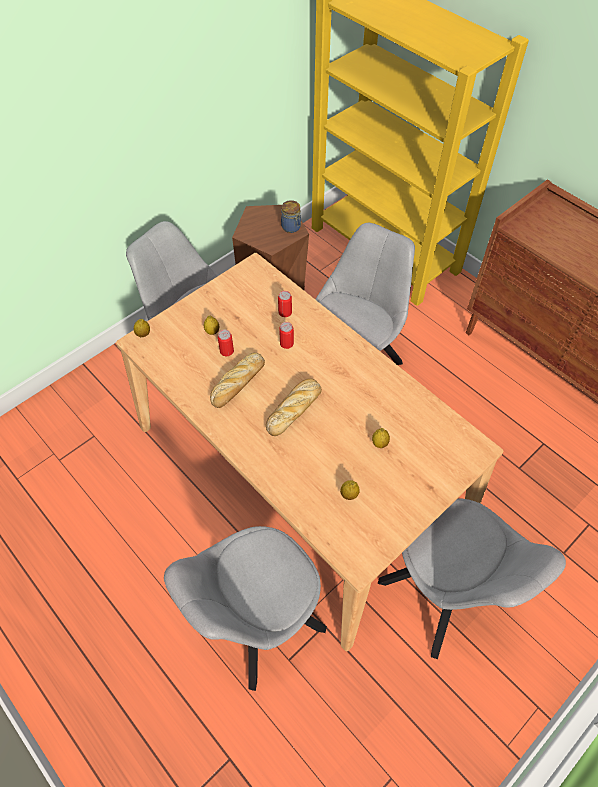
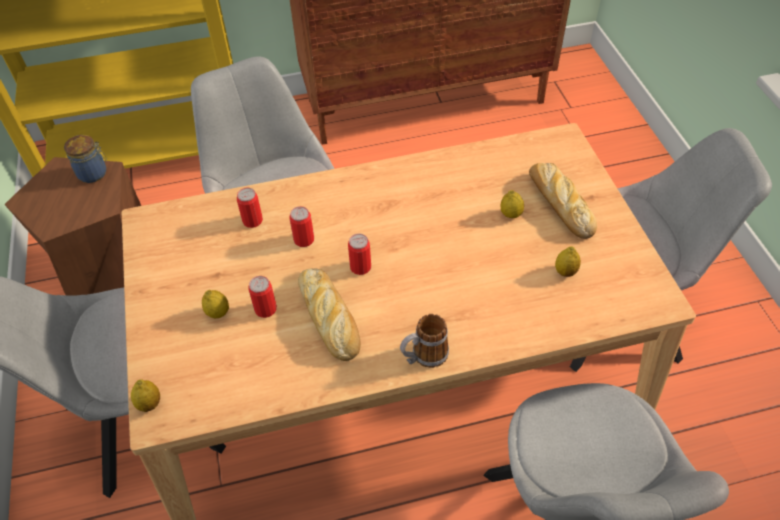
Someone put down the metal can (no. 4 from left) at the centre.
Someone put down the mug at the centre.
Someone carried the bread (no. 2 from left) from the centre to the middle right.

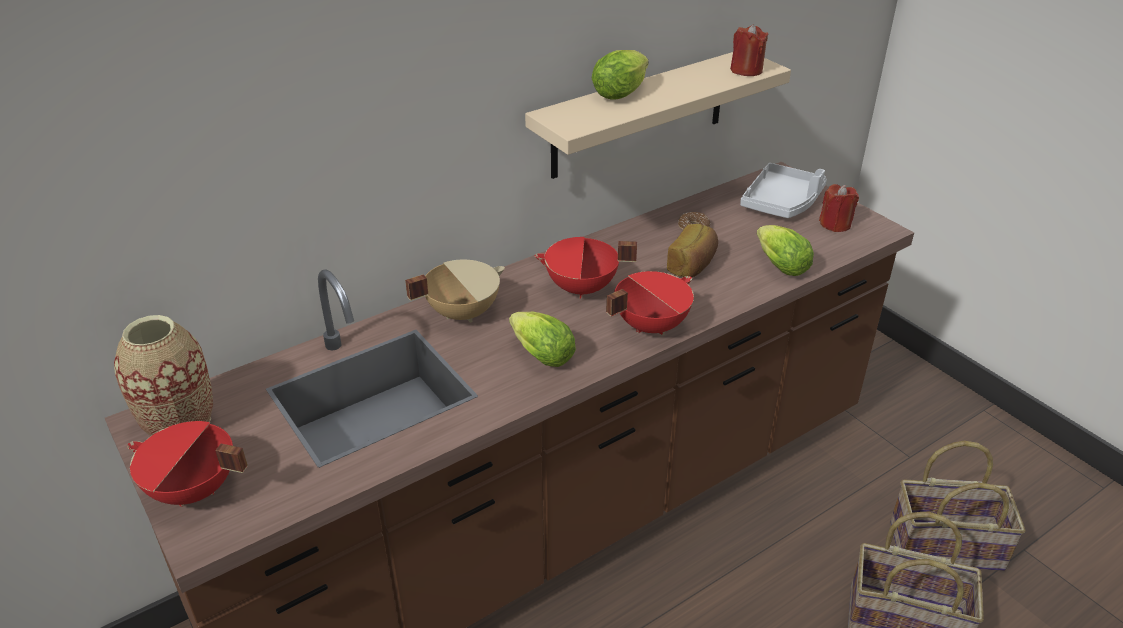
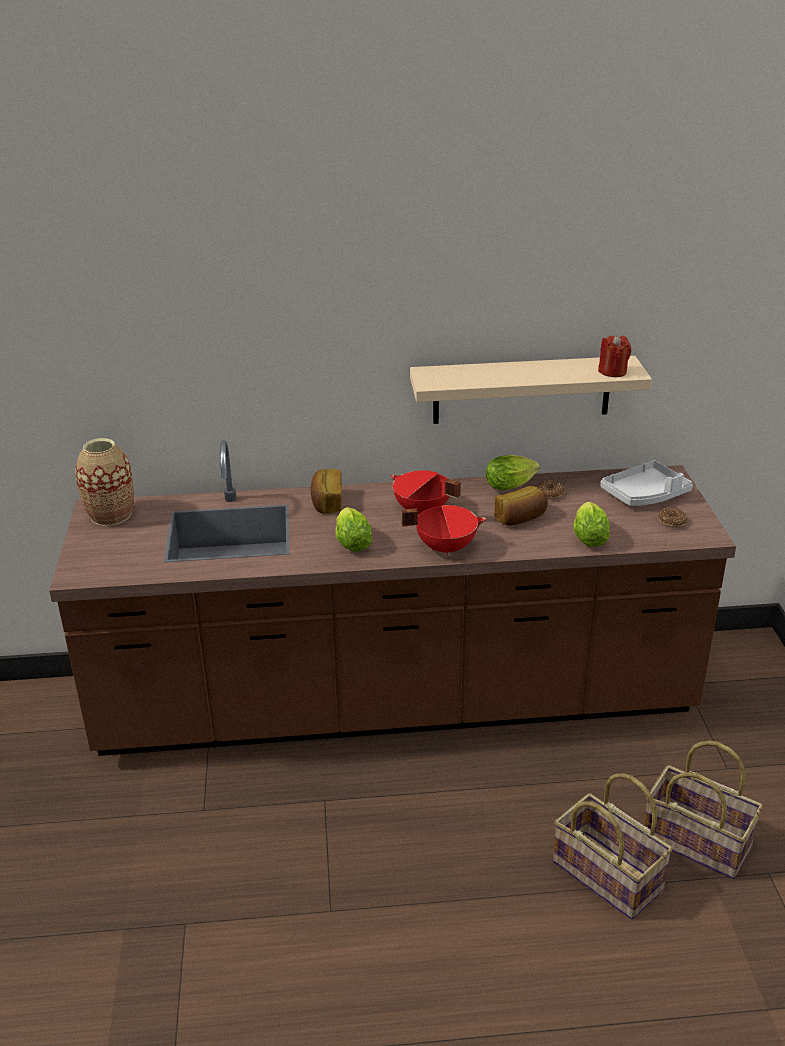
Someone took away the red stockpot (no. 1 from left) at the bottom left.
Someone carried the lettuce (no. 2 from left) from the top centre to the centre.
Someone swapped the beige-coloured stockpot at the centre for the bread (no. 1 from left) at the centre.
Someone swapped the red candle (no. 2 from left) at the top right for the doughnut (no. 2 from left) at the middle right.

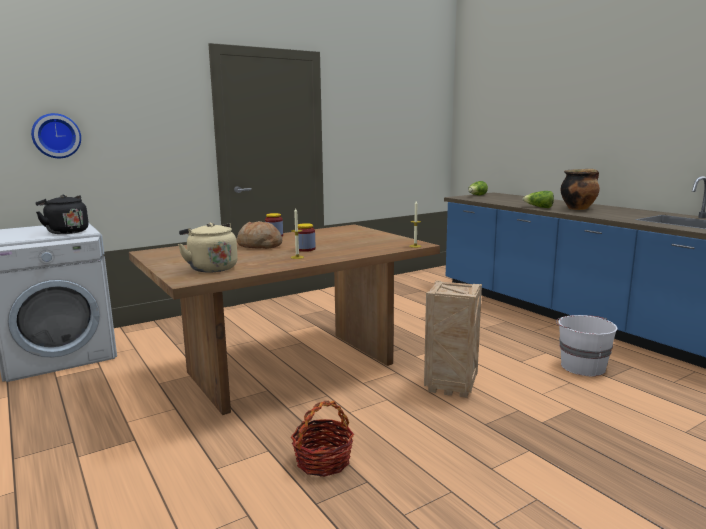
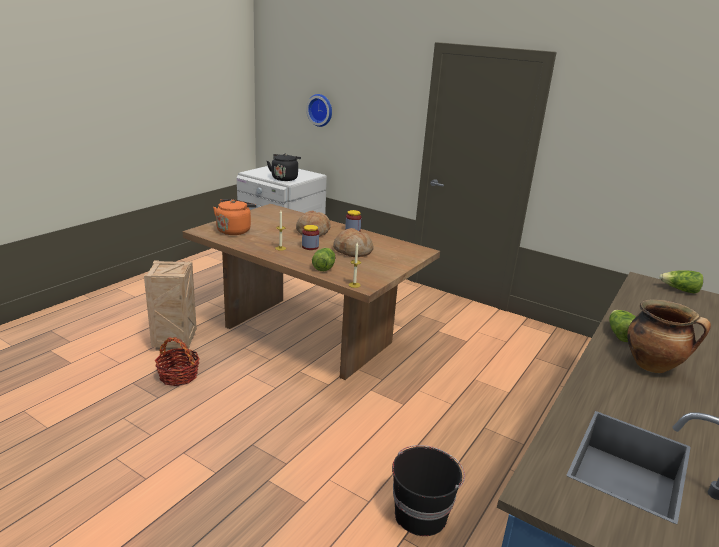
Someone put down the lettuce (no. 1 from left) at the centre.
Someone put down the bread (no. 2 from left) at the centre.
Someone carried the crate from the centre to the middle left.
Someone repainted the beige-coloured tea kettle at the middle left, which became the orange tea kettle at the middle left.
Someone repainted the whitish bucket at the middle right, which became the black bucket at the bottom centre.

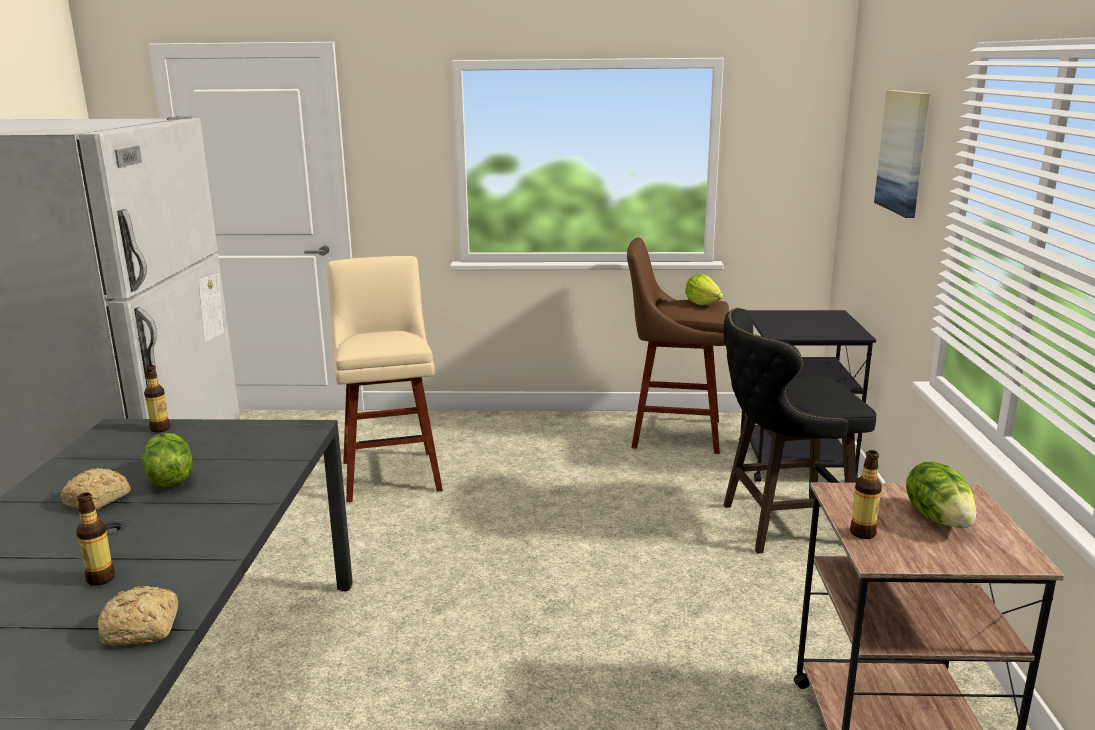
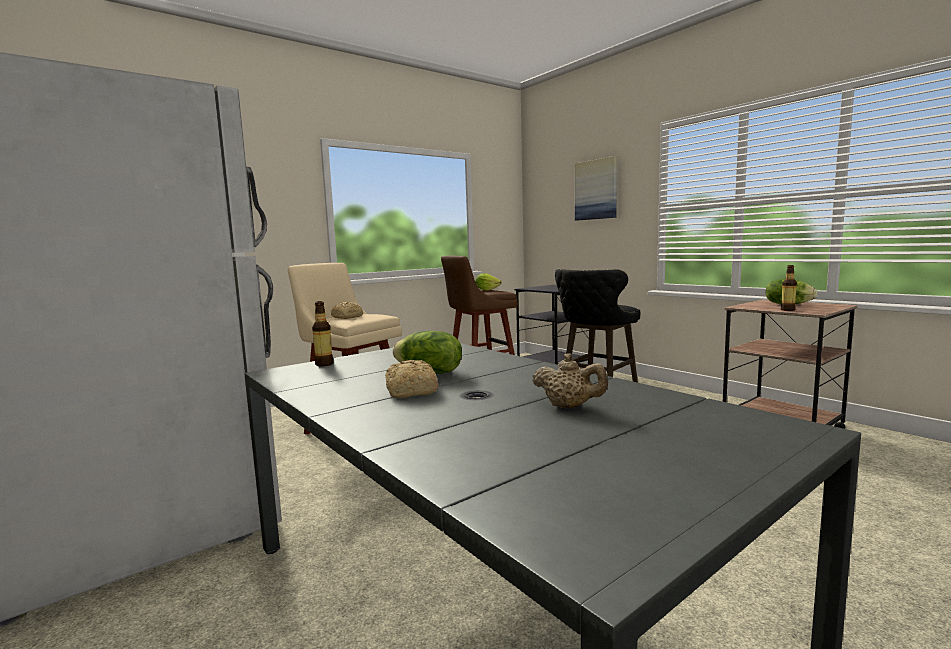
Someone carried the bread (no. 2 from left in the first image) from the bottom left to the centre.
Someone swapped the bottle (no. 1 from left) at the bottom left for the beige-coloured tea pot at the centre.

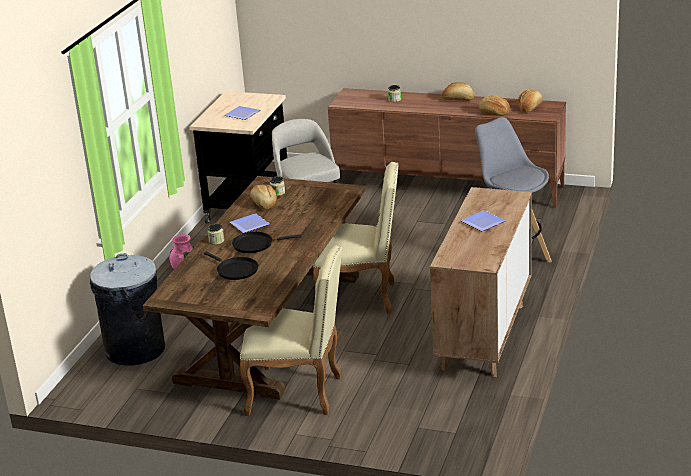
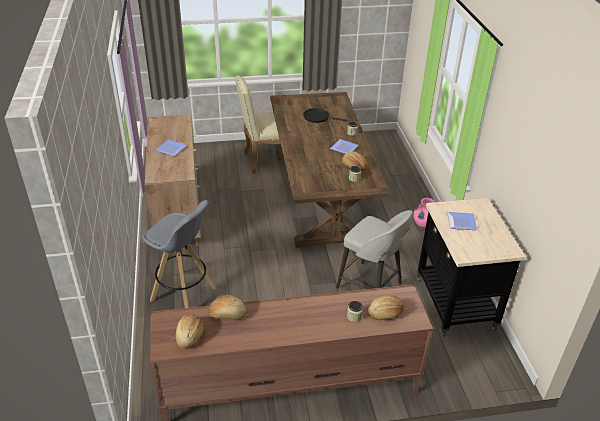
Someone took away the grey trash can at the middle left.
Someone took away the black frying pan (no. 2 from left) at the centre.
Someone took away the beige-coloured plain chair (no. 2 from left) at the centre.
Someone carried the bread (no. 2 from left in the first image) from the top centre to the bottom centre.

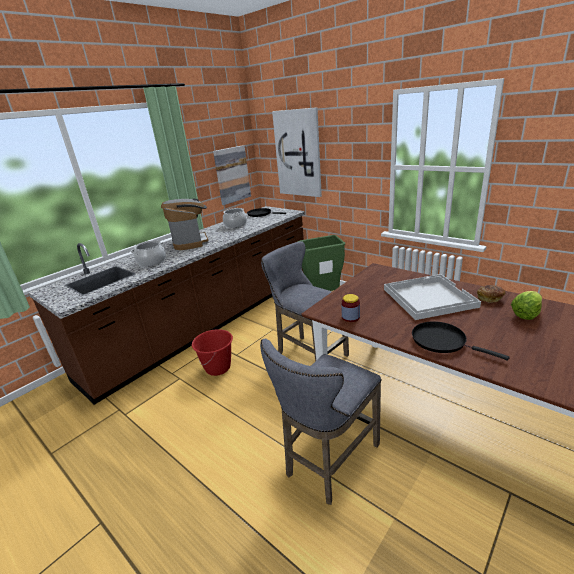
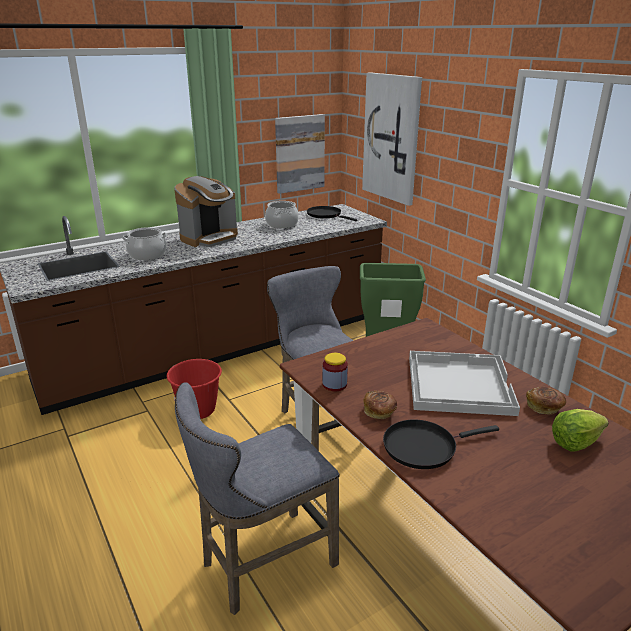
Someone put down the bread (no. 1 from left) at the centre.
Someone rotated the coffee maker at the middle left by 45 degrees clockwise.
Someone rotated the black frying pan (no. 2 from left) at the middle right by 75 degrees counterclockwise.

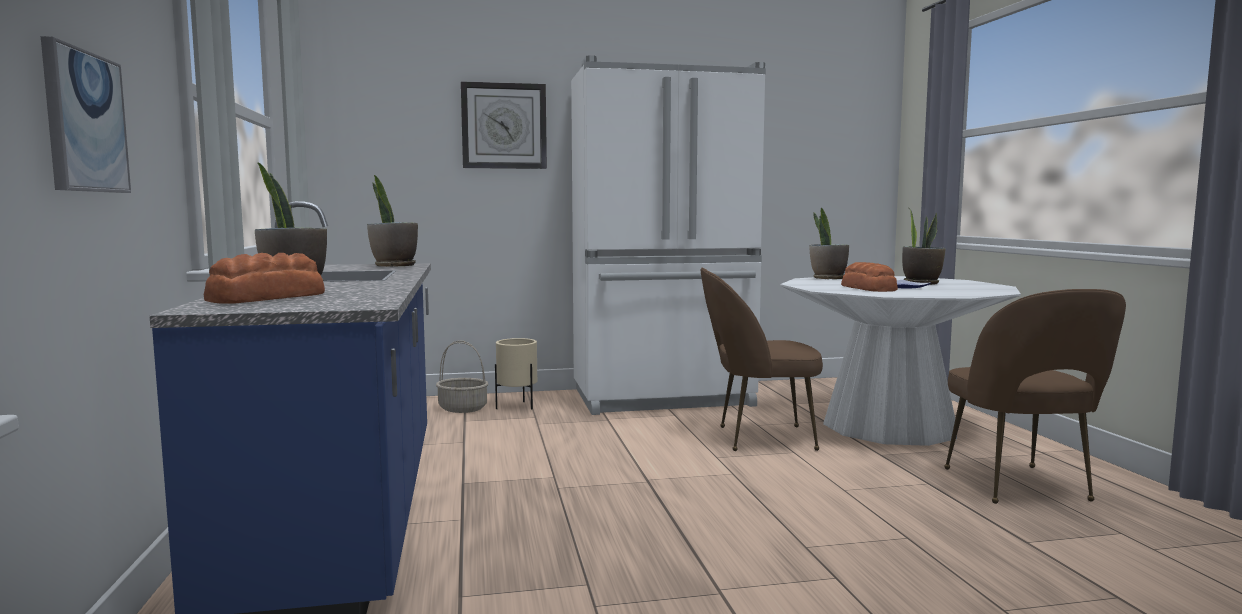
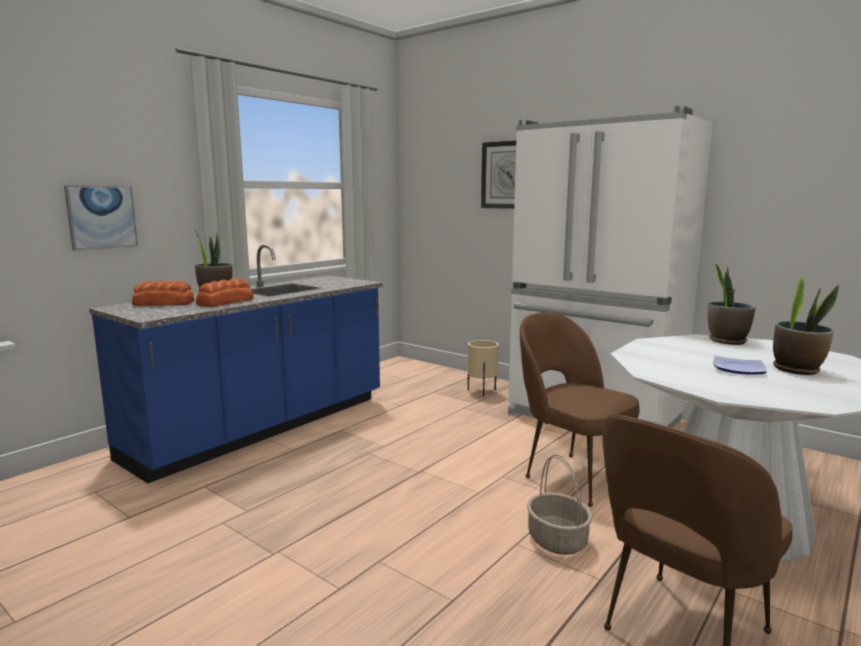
Someone took away the plant in a pot (no. 2 from left) at the middle left.
Someone carried the household basket from the centre to the bottom centre.
Someone carried the bread (no. 2 from left) from the middle right to the middle left.

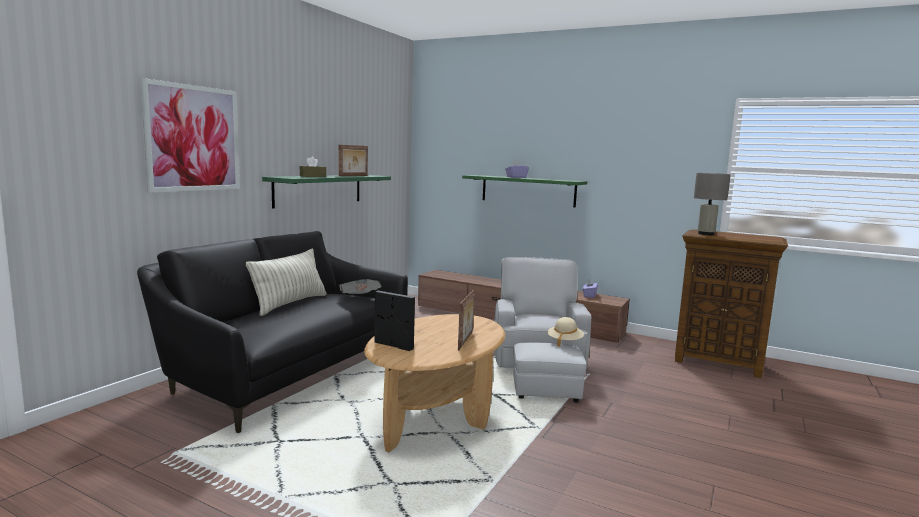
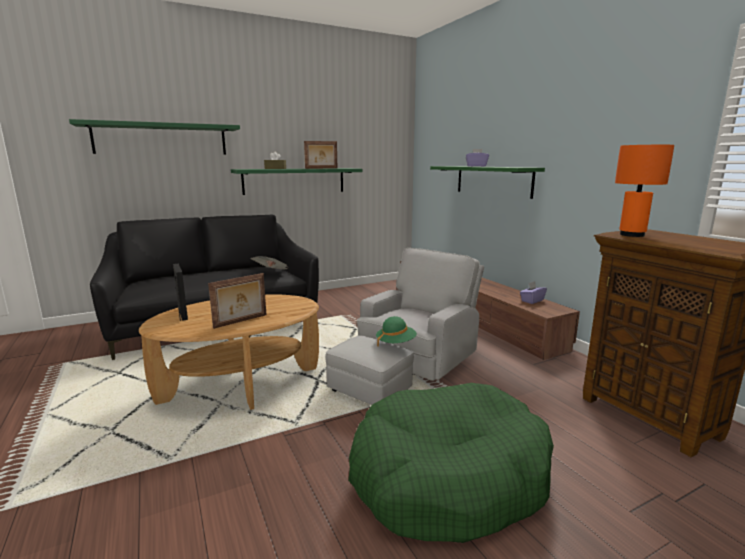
Someone took away the pillow at the middle left.
Someone put down the green dog cushion at the bottom centre.
Someone swapped the picture at the top left for the green wall shelf (no. 1 from left) at the top left.
Someone repainted the beige-coloured clothing hat at the centre, which became the green clothing hat at the centre.
Someone repainted the grey tabletop lamp at the middle right, which became the orange tabletop lamp at the middle right.

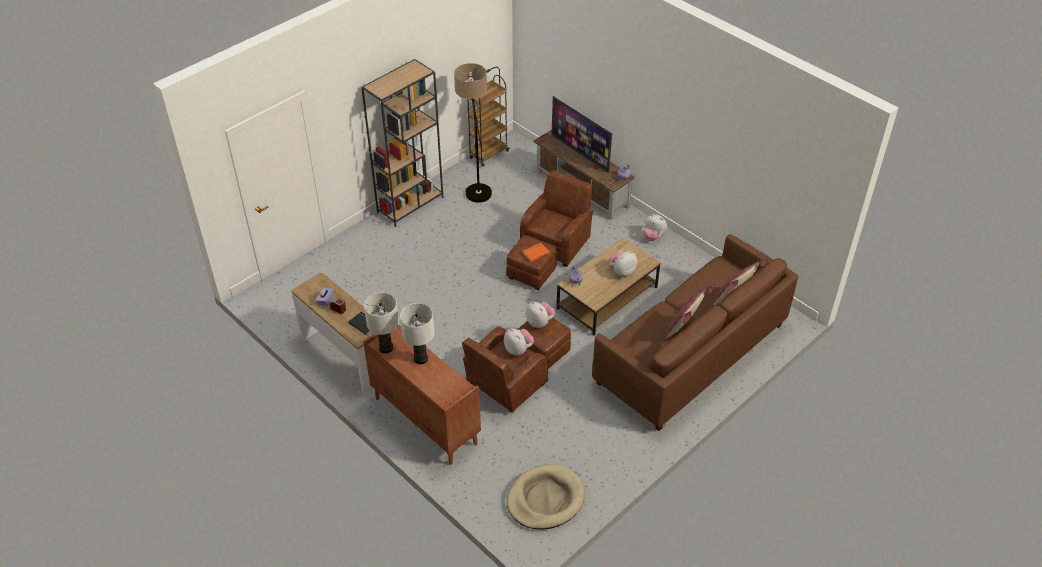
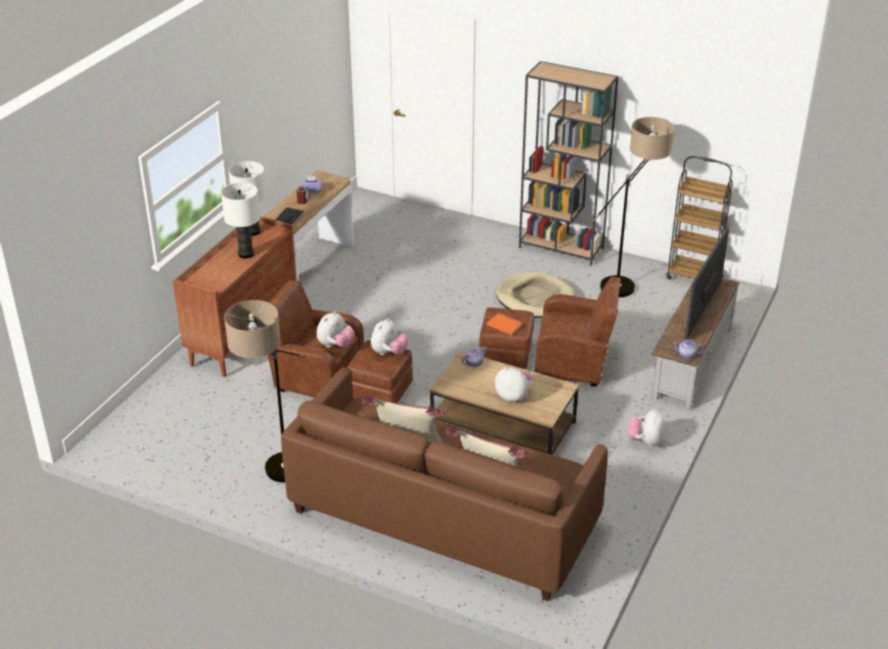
Someone put down the floor lamp (no. 1 from left) at the middle left.
Someone carried the beige-coloured dog cushion from the bottom centre to the centre.

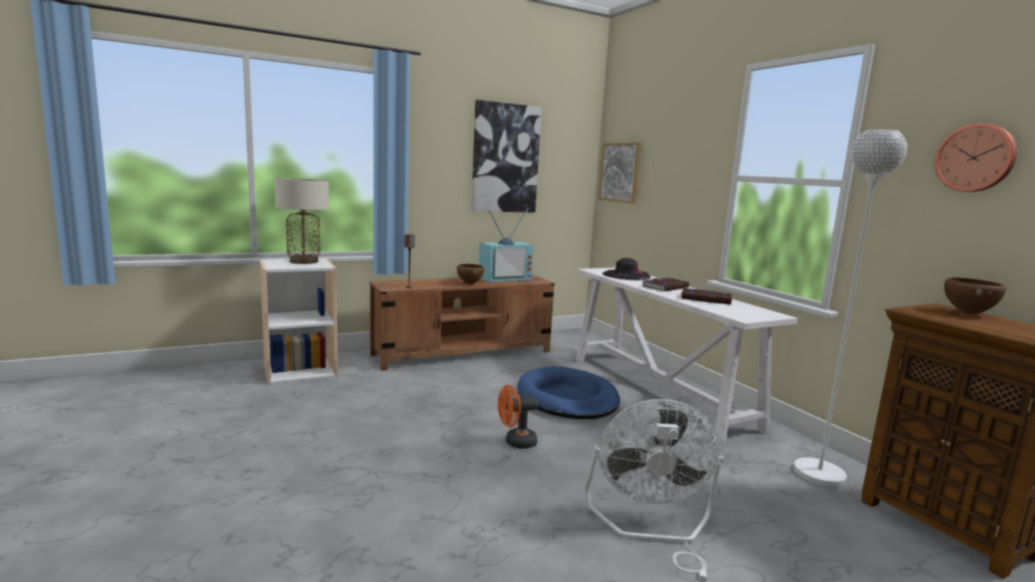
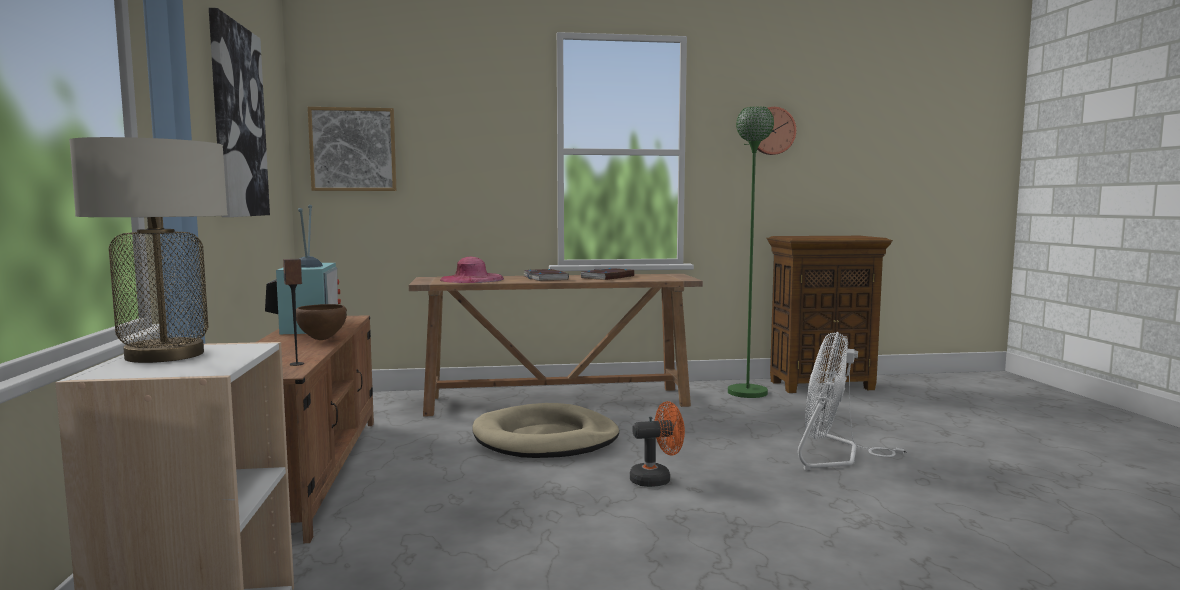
Someone took away the brown-coloured deep dish (no. 2 from left) at the middle right.
Someone repainted the bluish dog cushion at the bottom centre, which became the beige-coloured dog cushion at the bottom centre.
Someone repainted the whitish narrow table at the centre, which became the brown-coloured narrow table at the centre.
Someone repainted the black clothing hat at the centre, which became the pinkish clothing hat at the centre.
Someone repainted the whitish floor lamp at the middle right, which became the green floor lamp at the centre.
Someone rotated the orange electric fan at the bottom centre by 105 degrees counterclockwise.

